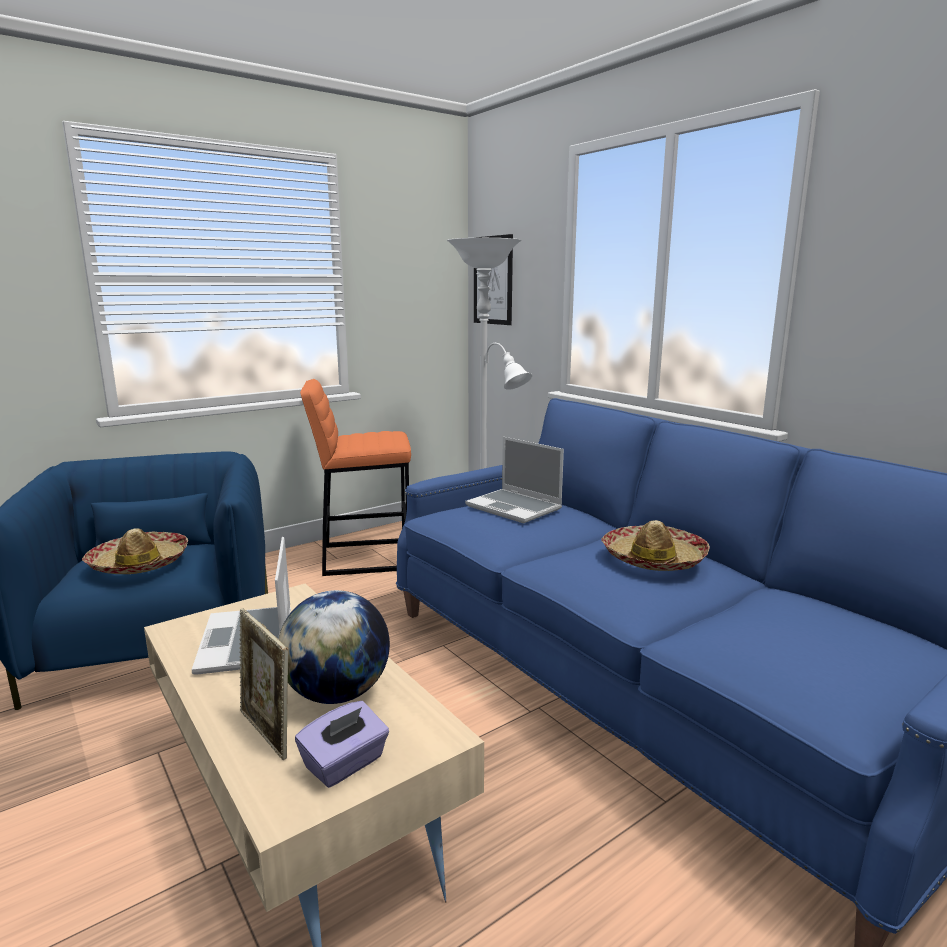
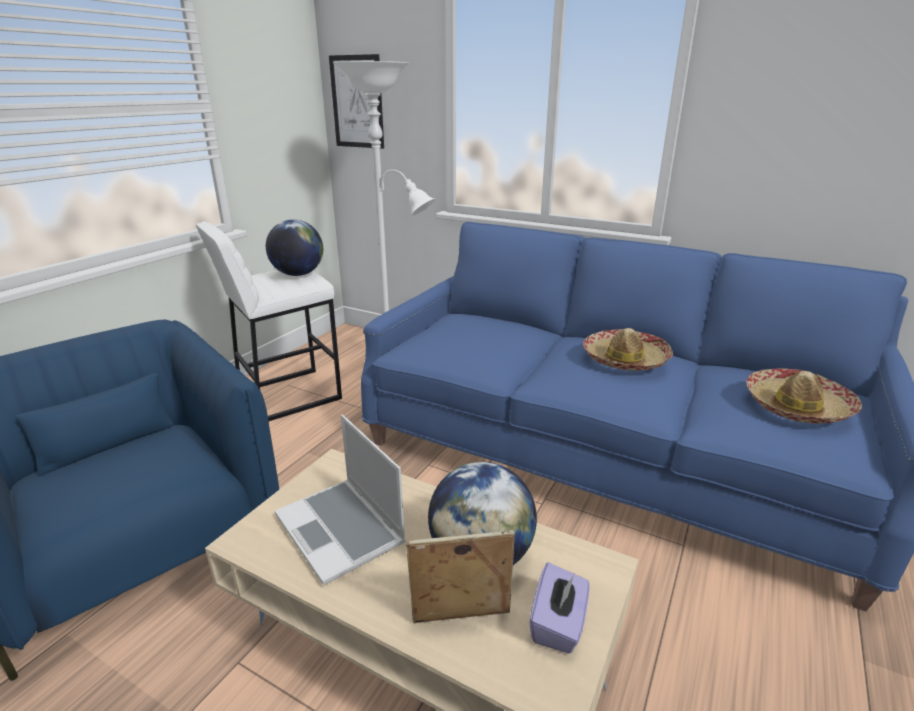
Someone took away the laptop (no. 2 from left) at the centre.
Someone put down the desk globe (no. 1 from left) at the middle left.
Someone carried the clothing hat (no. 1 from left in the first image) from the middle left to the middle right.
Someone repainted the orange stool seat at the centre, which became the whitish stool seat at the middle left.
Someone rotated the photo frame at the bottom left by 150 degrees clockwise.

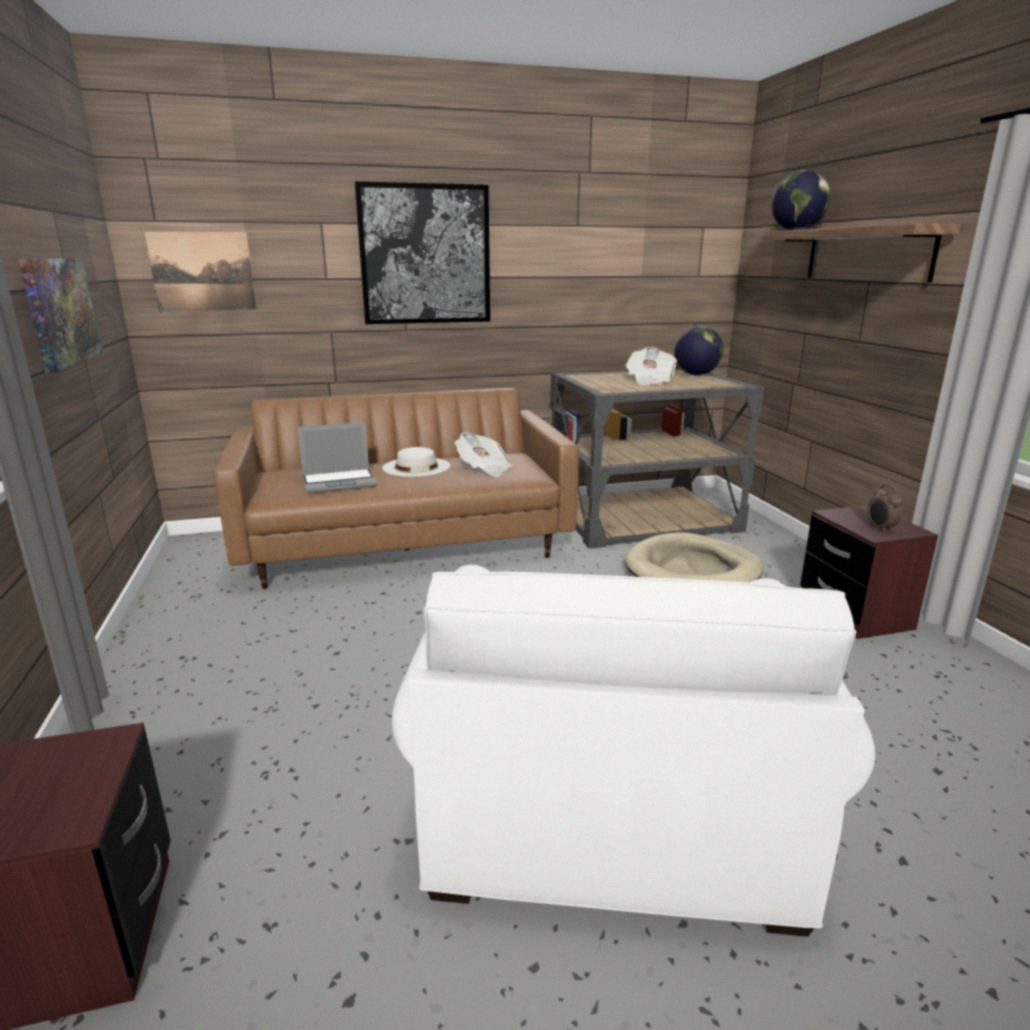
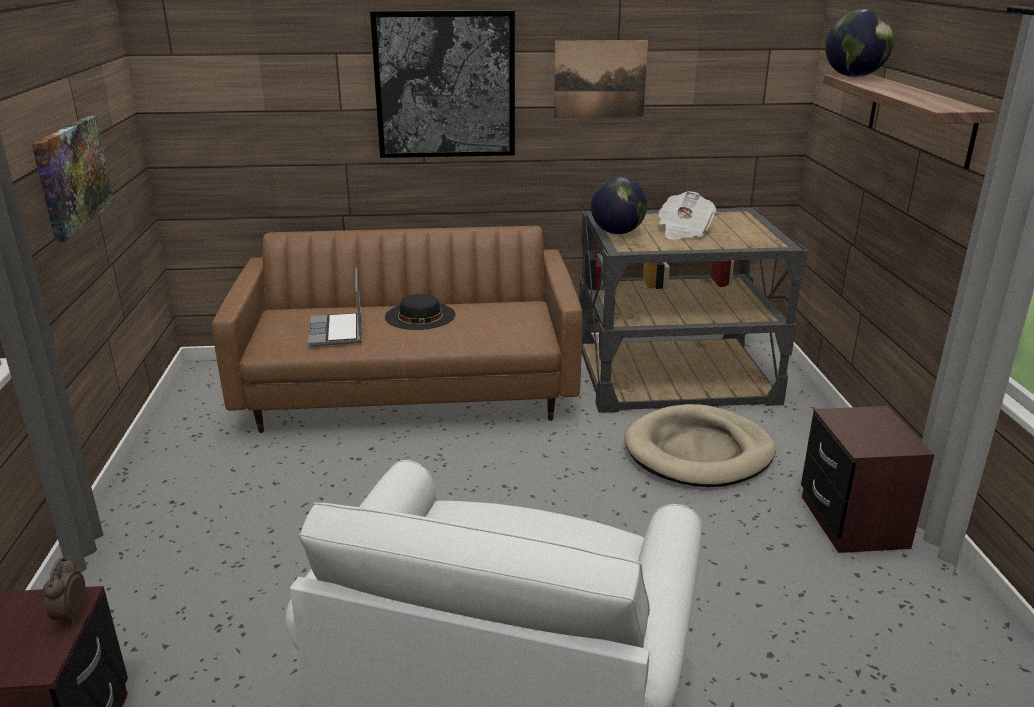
Someone took away the daily paper (no. 1 from left) at the centre.
Someone carried the picture (no. 2 from left in the first image) from the top left to the top centre.
Someone carried the desk globe (no. 1 from left) from the middle right to the top centre.
Someone carried the alarm clock from the middle right to the bottom left.
Someone repainted the whitish clothing hat at the centre, which became the black clothing hat at the centre.
Someone rotated the laptop at the middle left by 90 degrees clockwise.

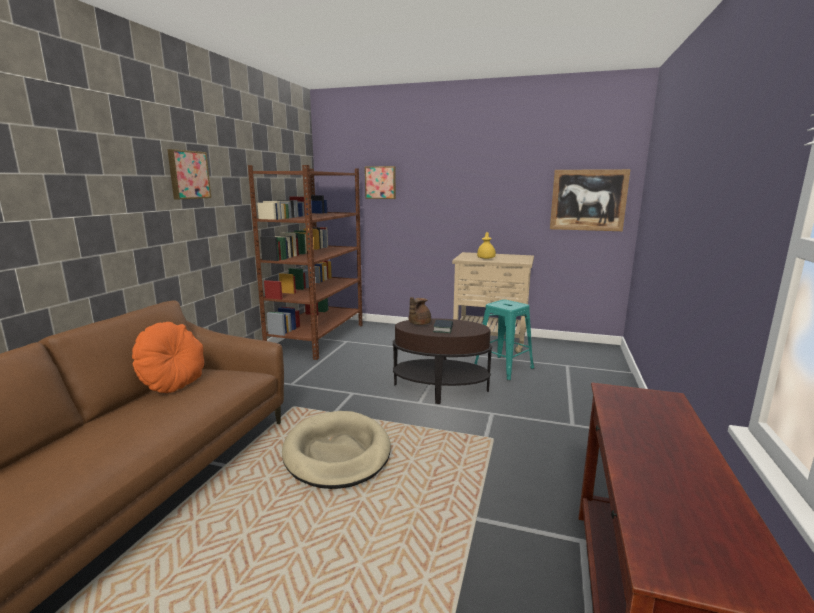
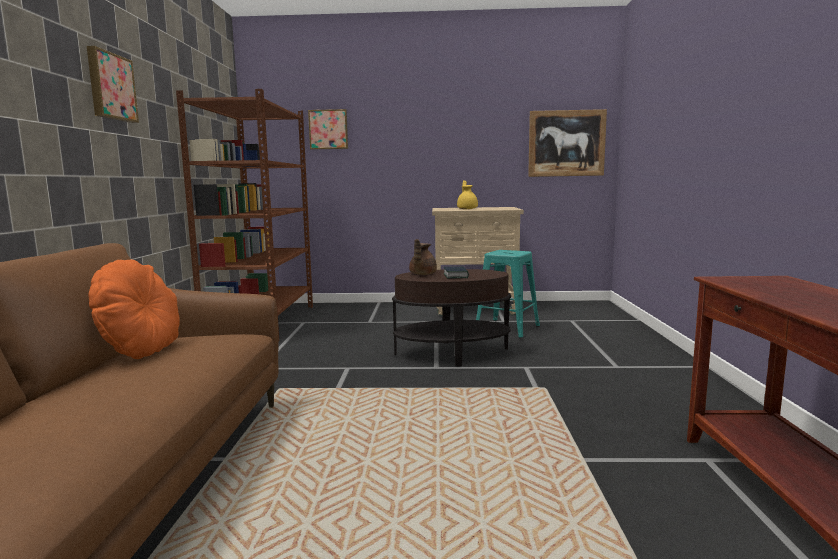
Someone took away the beige-coloured dog cushion at the bottom centre.

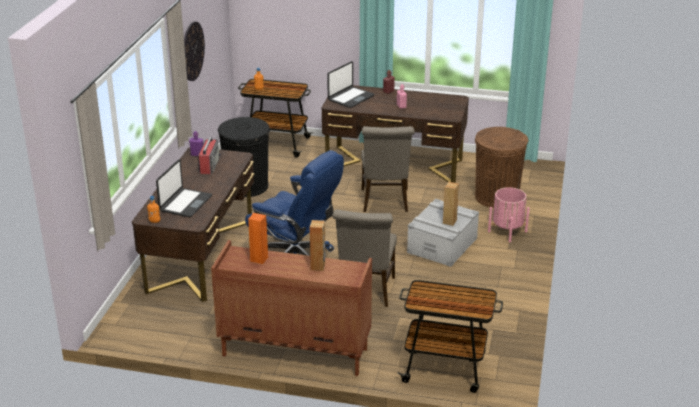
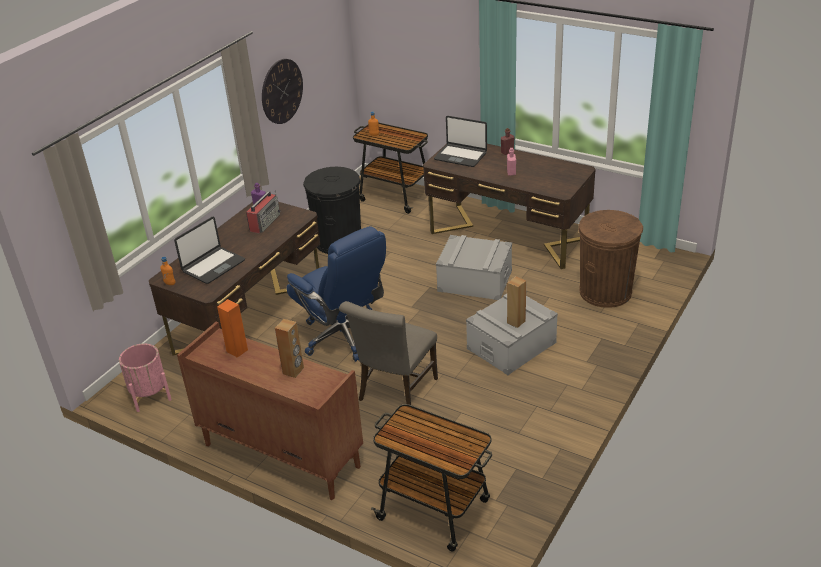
Someone carried the pinkish flower pot from the middle right to the middle left.
Someone swapped the beige-coloured plain chair (no. 2 from left) at the centre for the grey storage bin (no. 1 from left) at the centre.
Someone rotated the laptop (no. 2 from left) at the top centre by 60 degrees clockwise.

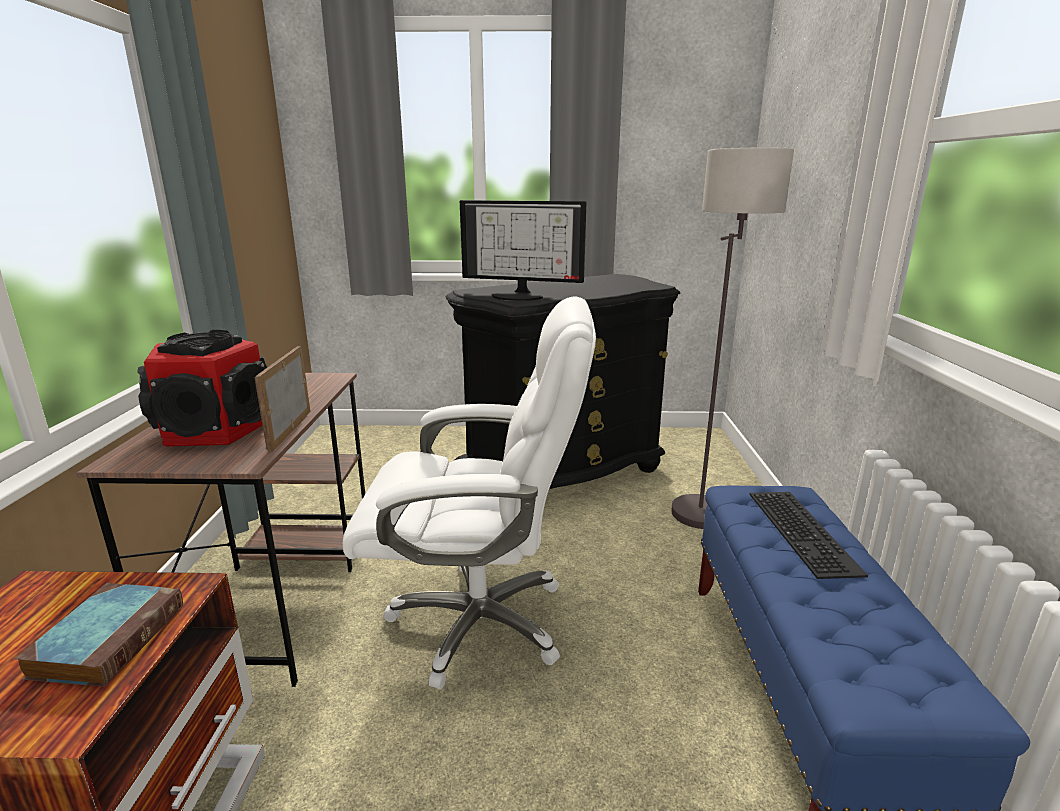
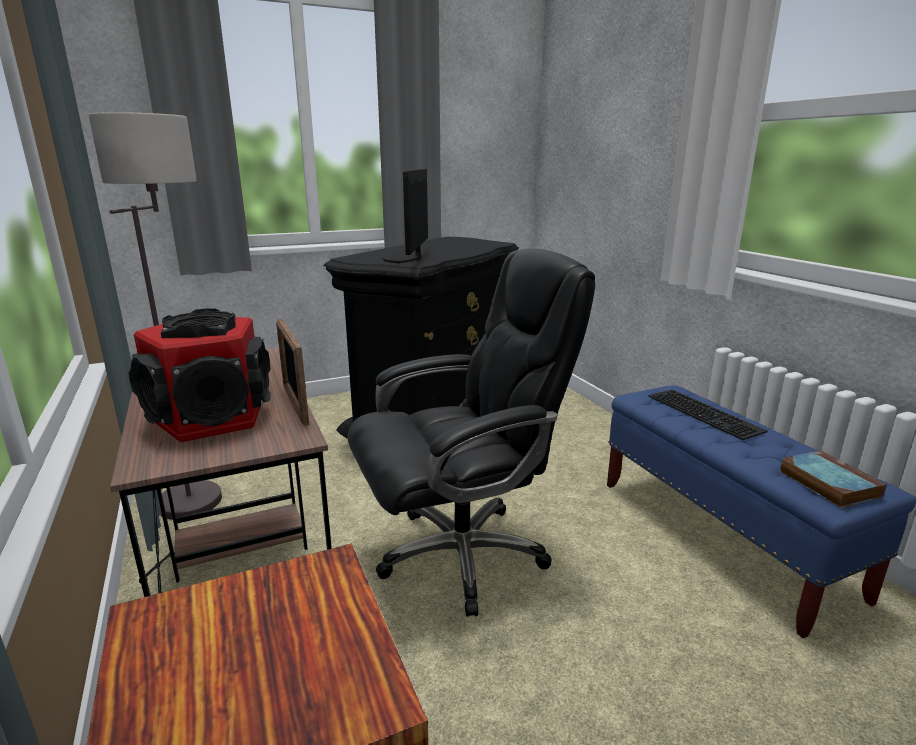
Someone carried the book from the bottom left to the middle right.
Someone carried the grey floor lamp from the middle right to the middle left.
Someone repainted the whitish office chair at the centre, which became the black office chair at the centre.
Someone rotated the computer screen at the top centre by 105 degrees clockwise.

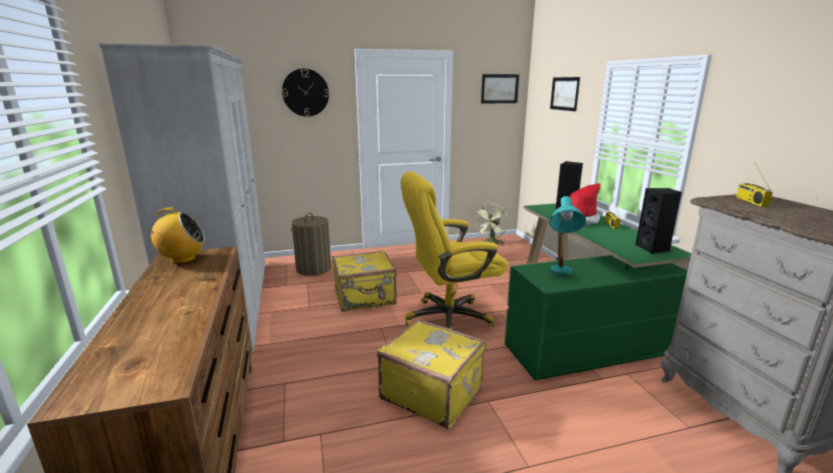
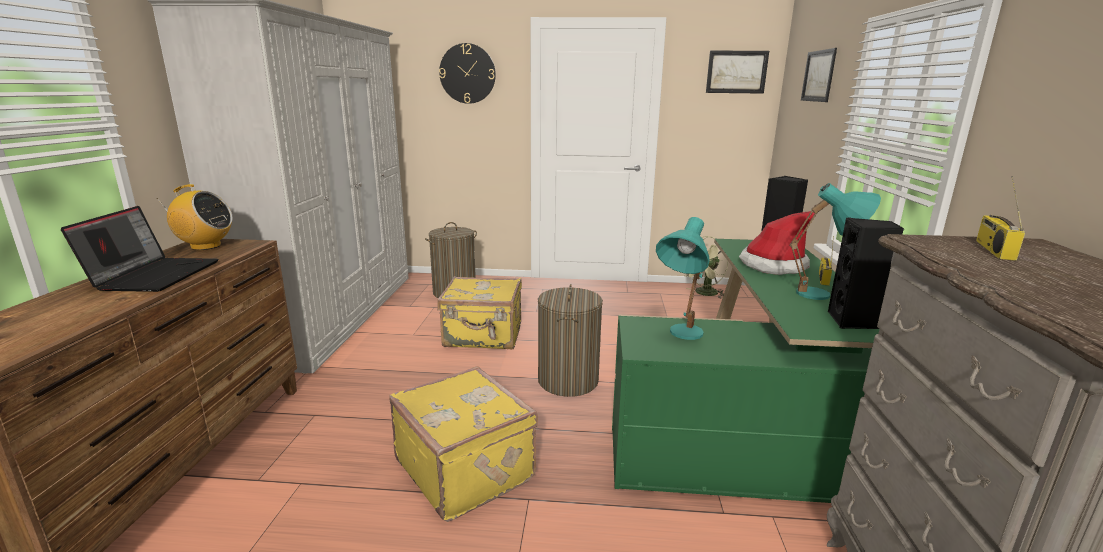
Someone put down the laptop at the middle left.
Someone put down the turquoise tabletop lamp (no. 2 from left) at the middle right.
Someone swapped the yellowish office chair at the centre for the washing basket (no. 2 from left) at the centre.

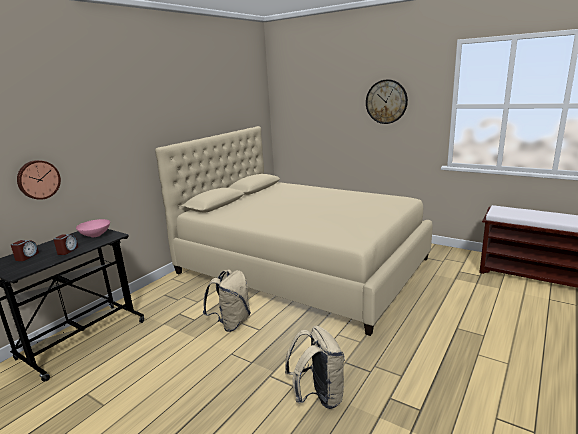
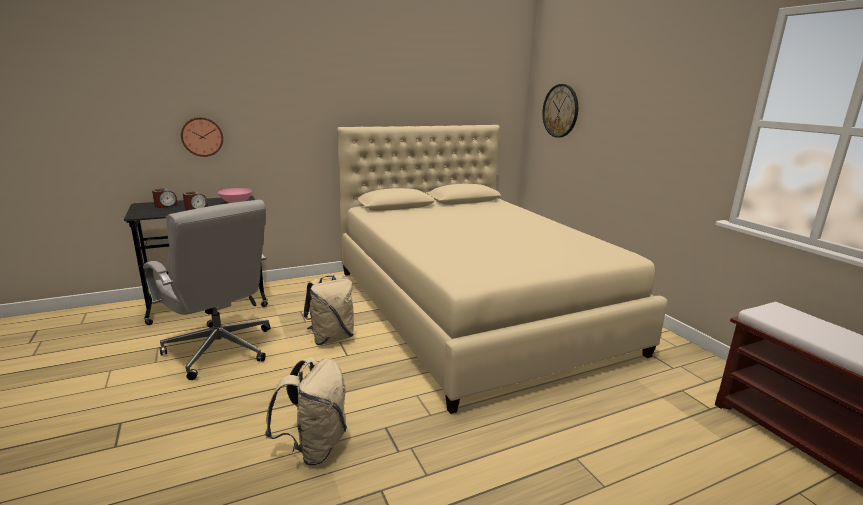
Someone put down the grey office chair at the middle left.
Someone carried the clock on the wall (no. 2 from left) from the top right to the top centre.

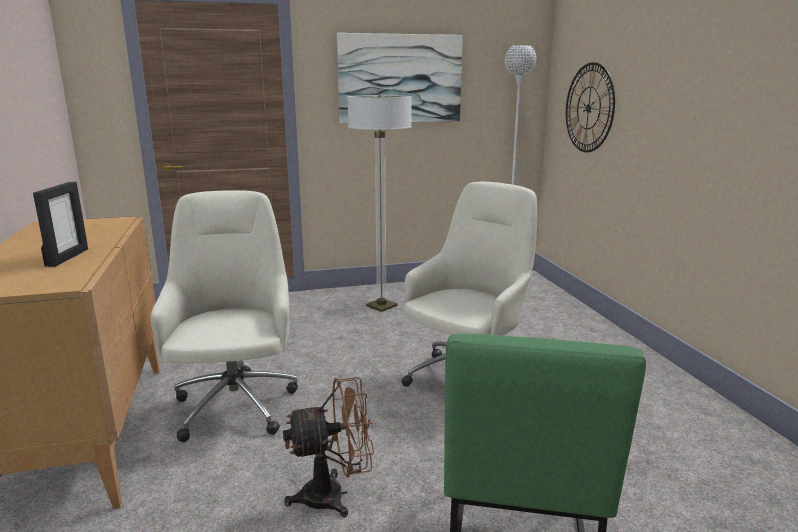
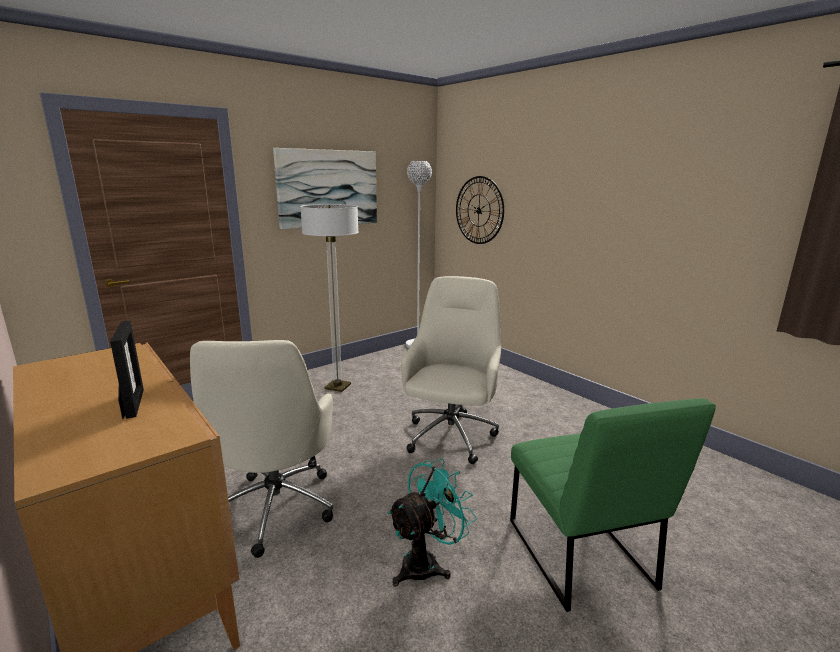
Someone repainted the brown-coloured electric fan at the bottom centre, which became the turquoise electric fan at the bottom centre.
Someone rotated the beige-coloured office chair (no. 1 from left) at the middle left by 150 degrees counterclockwise.

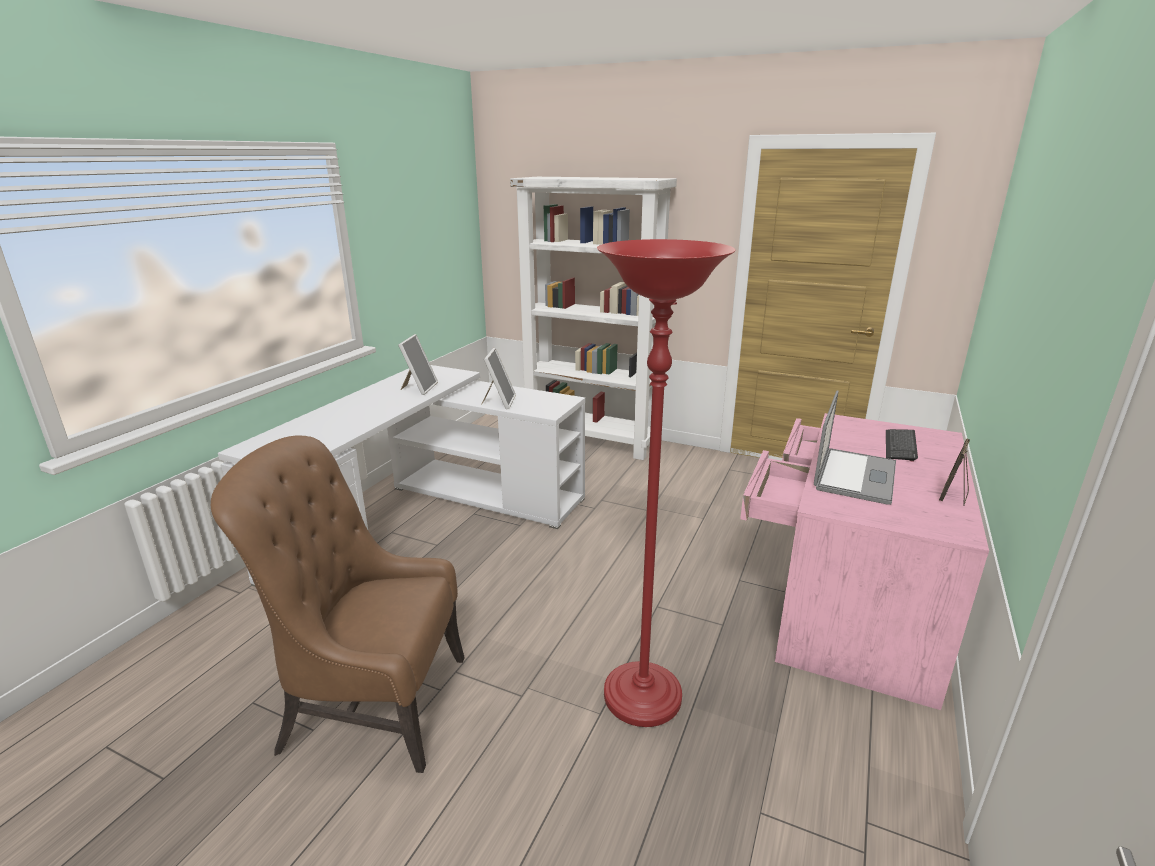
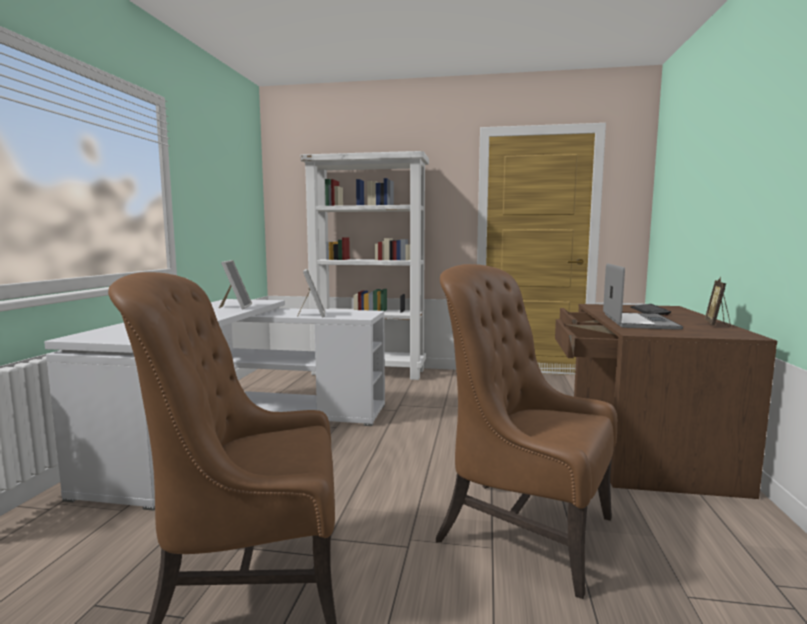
Someone swapped the red floor lamp at the centre for the brown-coloured plain chair (no. 2 from left) at the bottom centre.
Someone repainted the pinkish desk at the middle right, which became the brown-coloured desk at the middle right.

